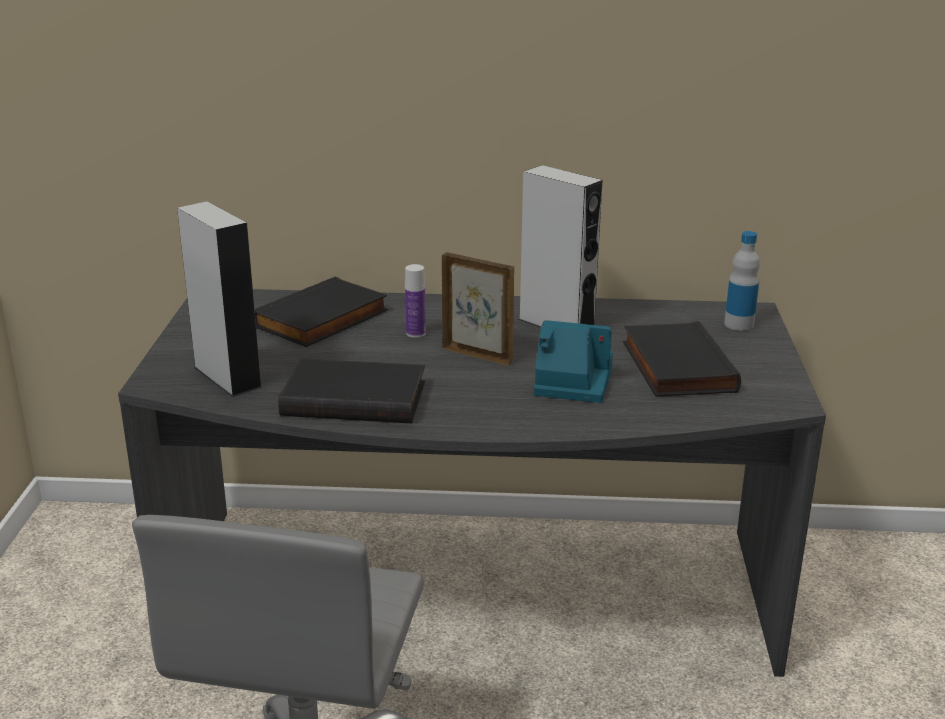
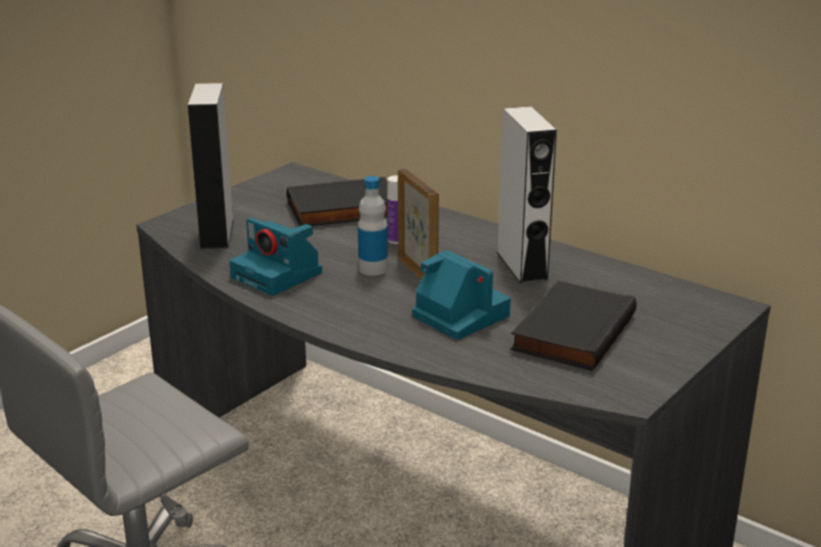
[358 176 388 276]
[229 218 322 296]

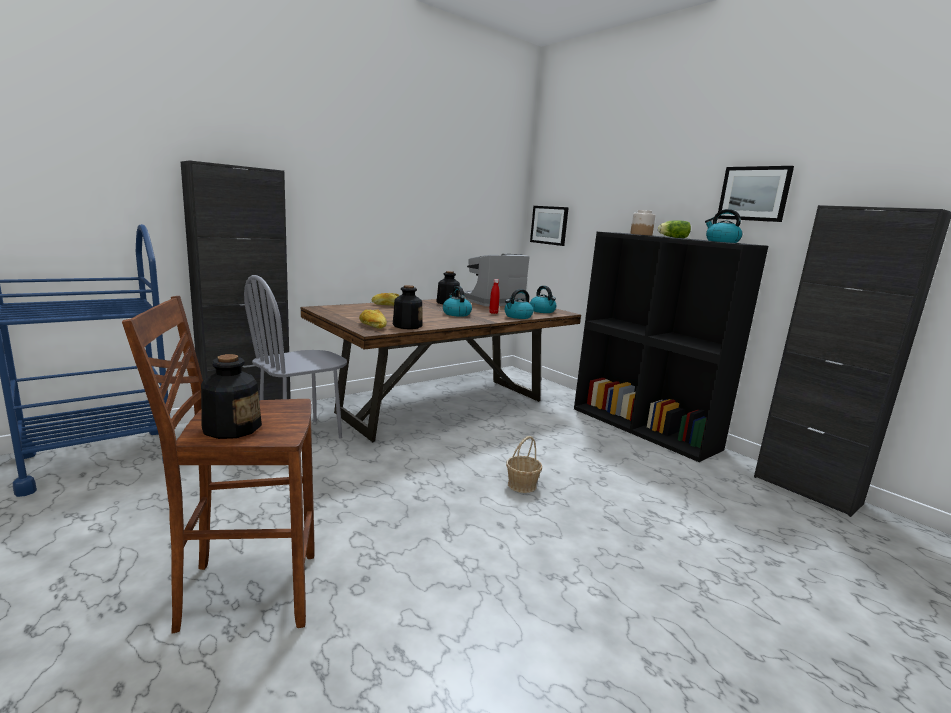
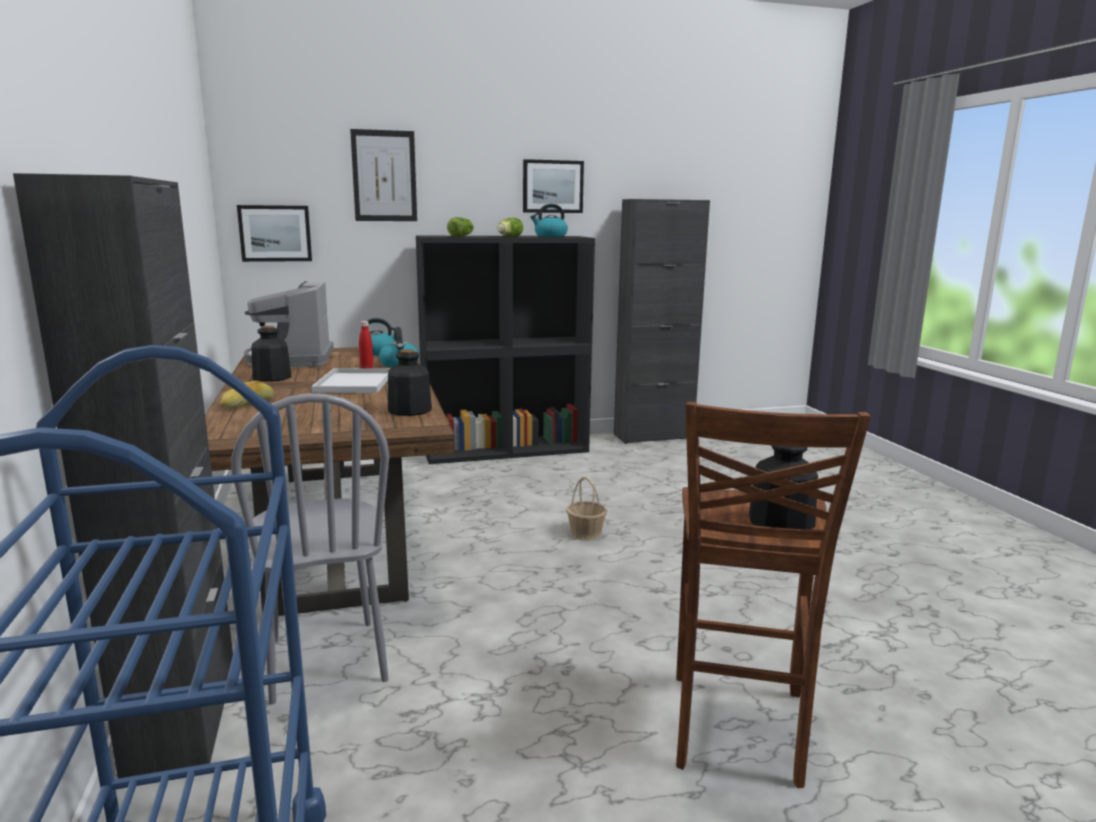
[359 310 387 329] (first image)
[350 129 417 221]
[311 368 389 393]
[447 217 474 237]

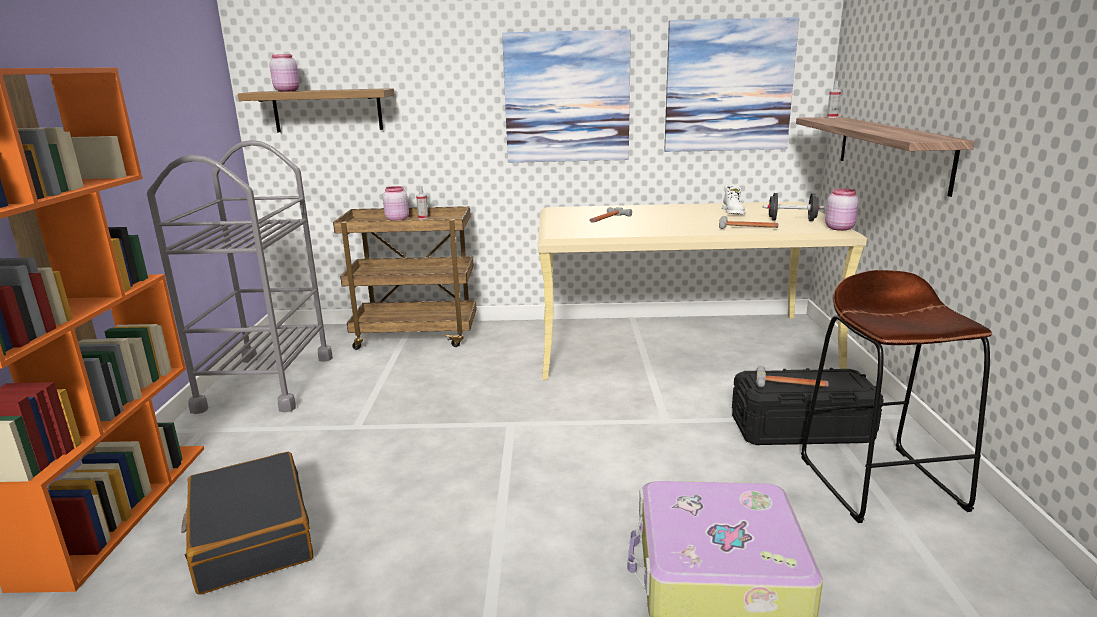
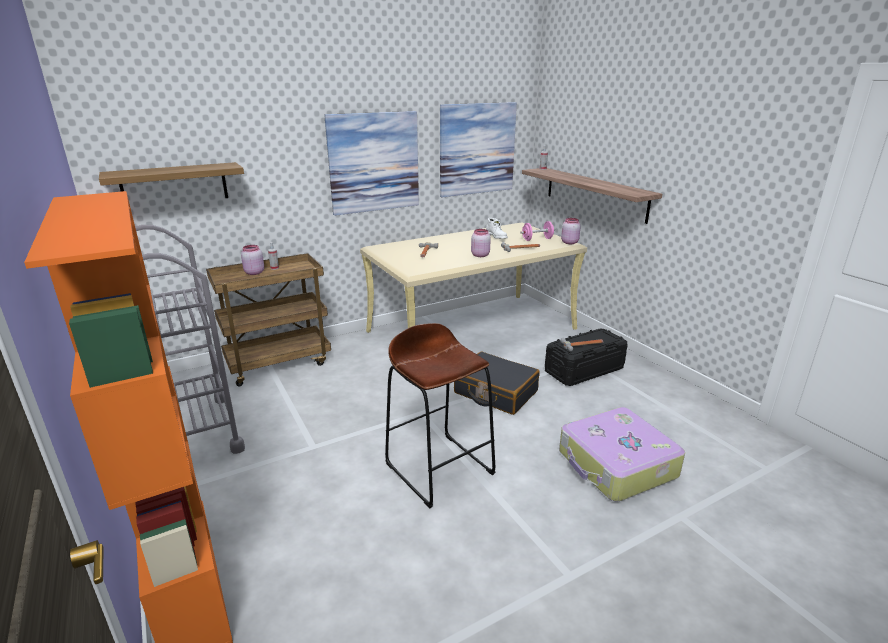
[454 352 540 415]
[471 229 491 257]
[385 323 495 508]
[521 221 555 241]

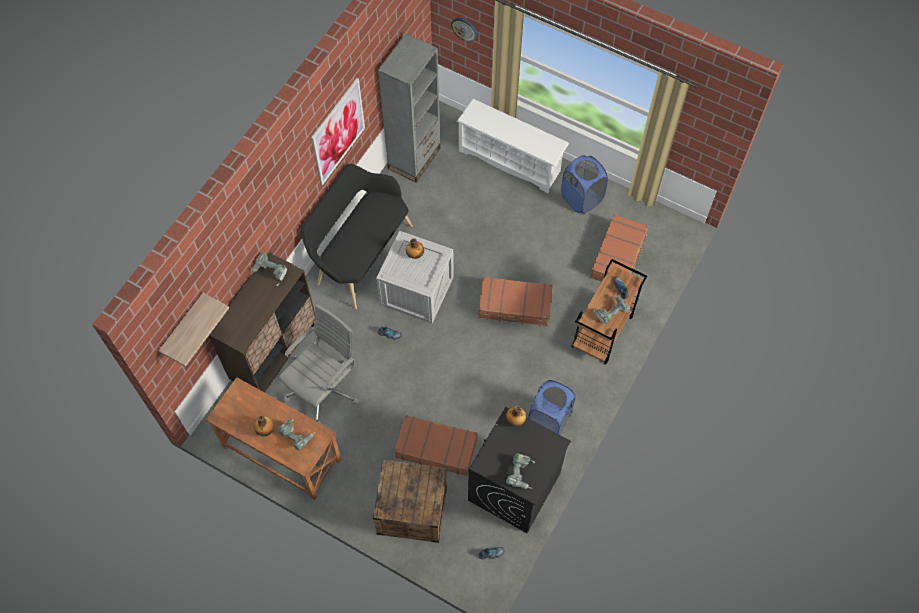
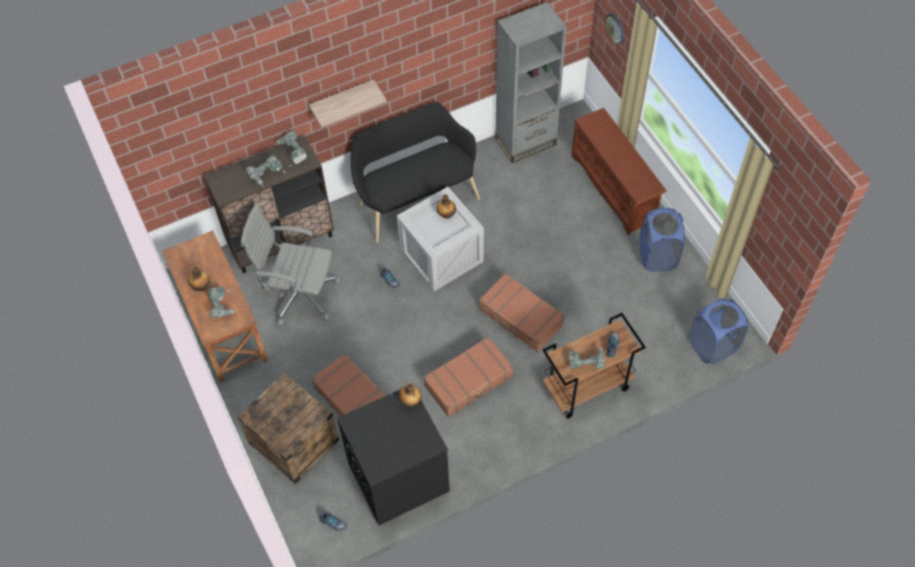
[311 78 365 185] (first image)
[309 79 387 128]
[246 155 286 187]
[690 298 748 364]
[423 336 513 417]
[571 108 667 235]
[241 203 341 326]

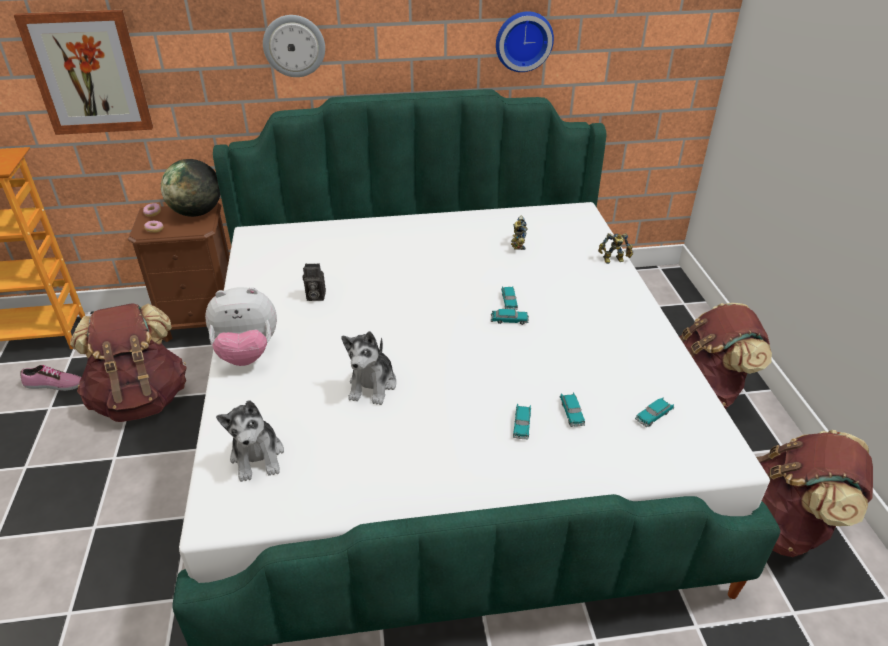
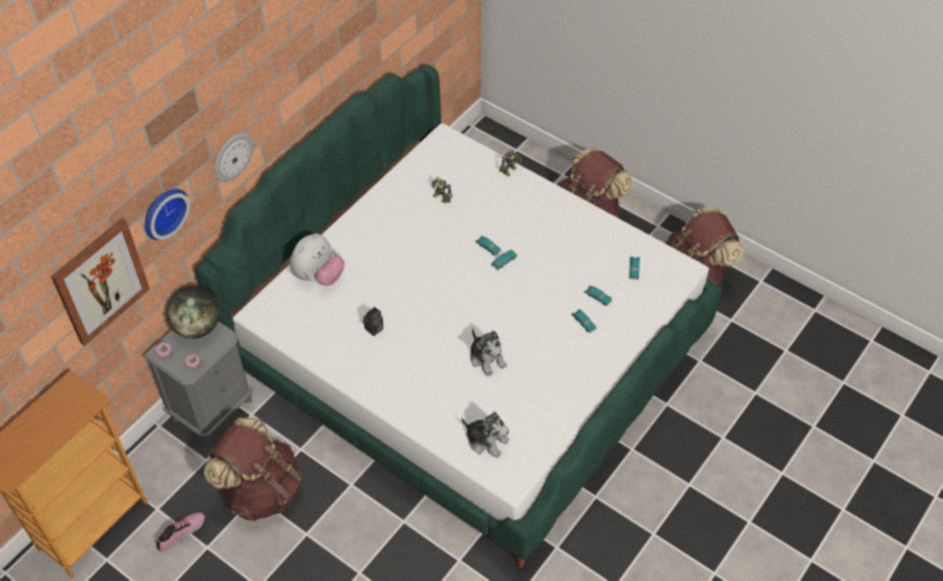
[290 233 345 286]
[145 189 190 240]
[144 321 252 443]

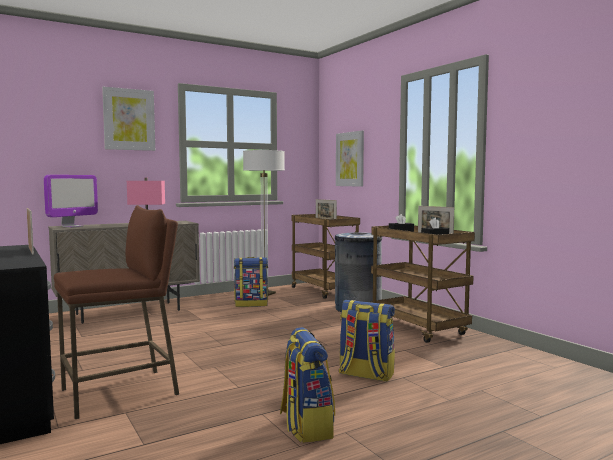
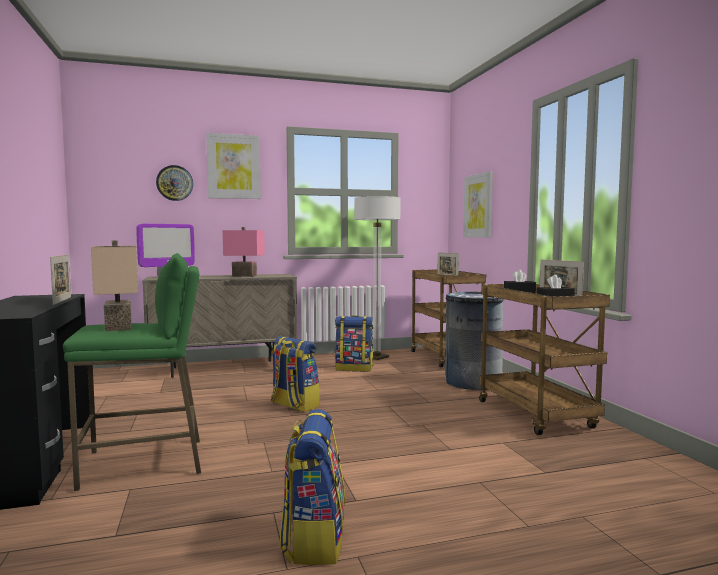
[91 240 138 331]
[156 165 193 201]
[271 336 320 412]
[63 253 201 491]

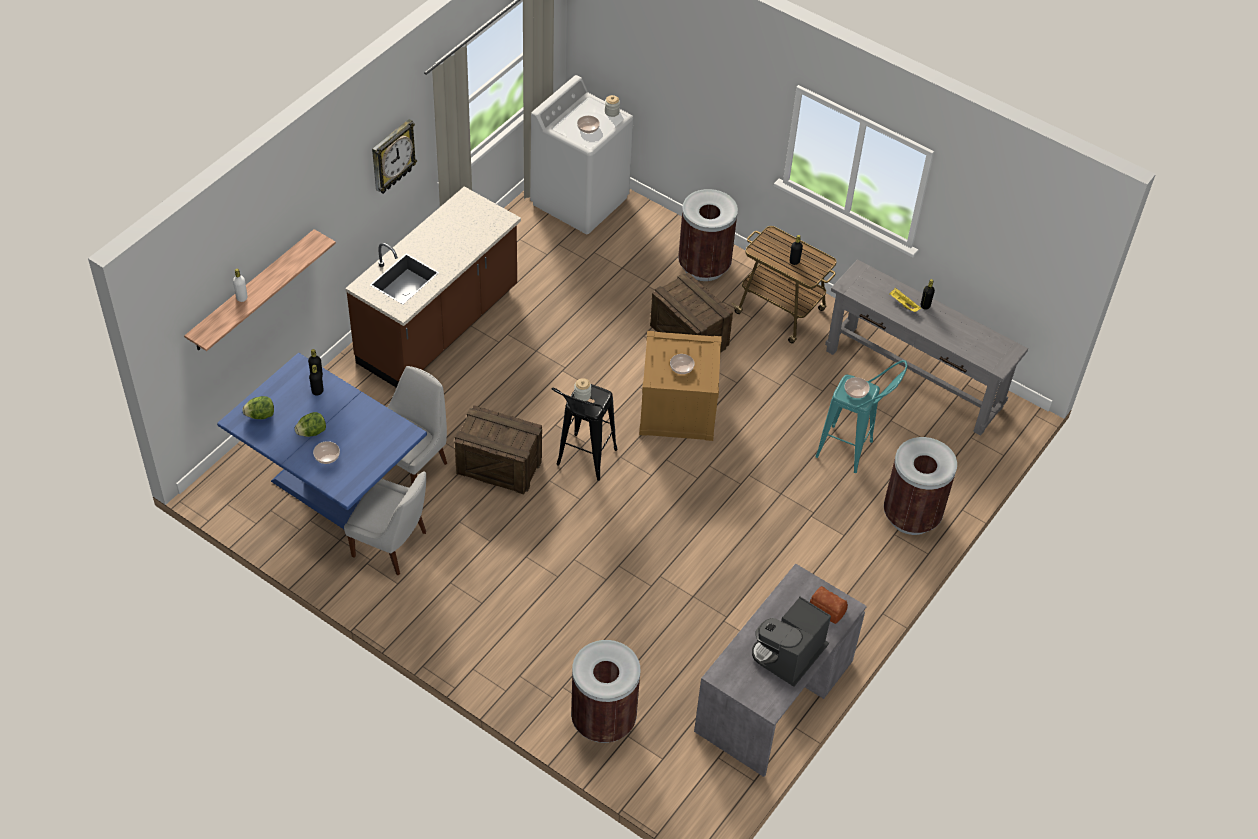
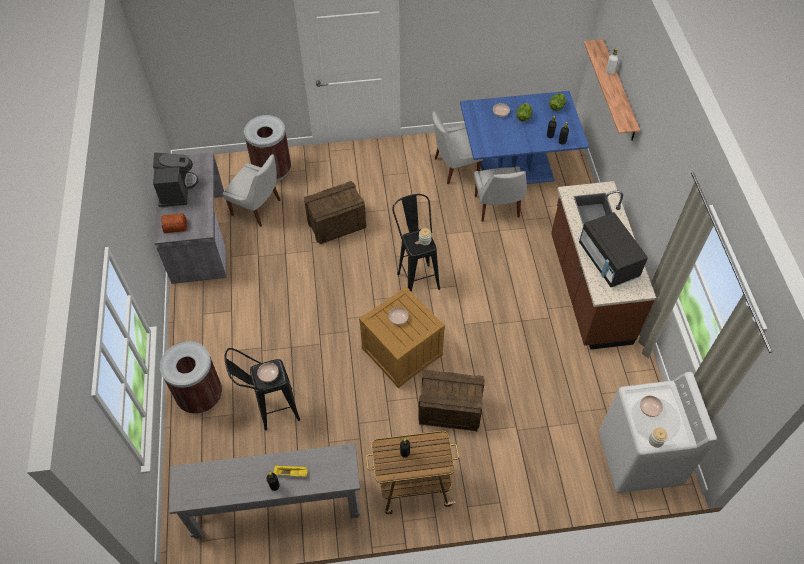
[372 119 417 194] (first image)
[678 189 738 281] (first image)
[222 154 281 227]
[579 212 648 287]
[304 181 366 244]
[225 348 300 430]

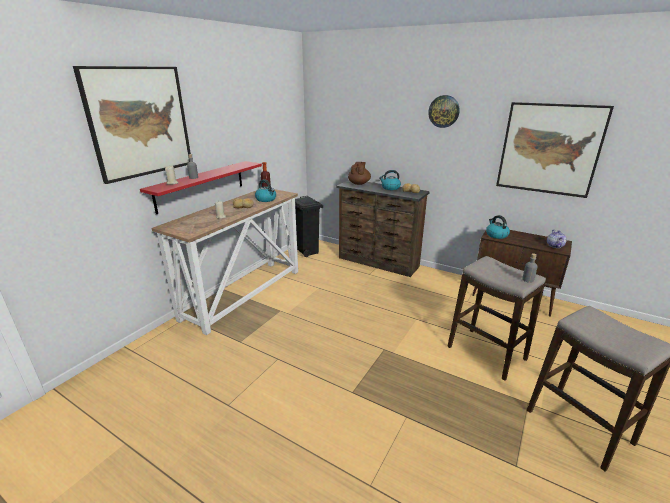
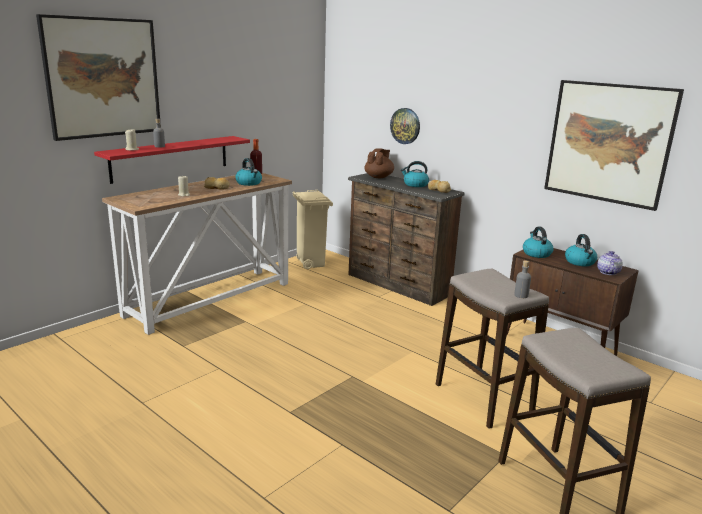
[565 234 597 266]
[390 108 420 144]
[293 190 333 269]

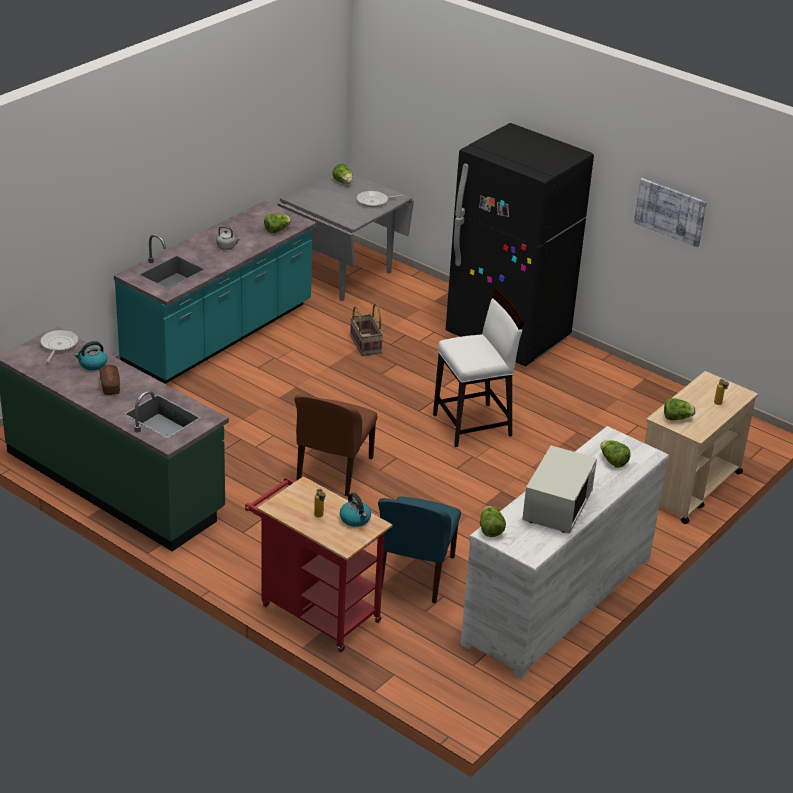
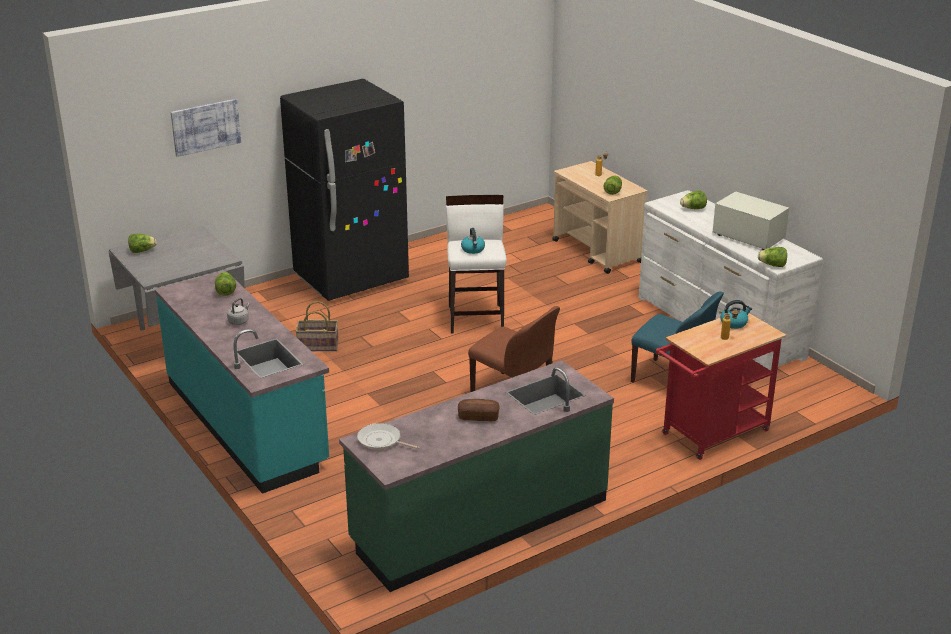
[357 191 404 207] (first image)
[461 228 485 254]
[171 99 241 157]

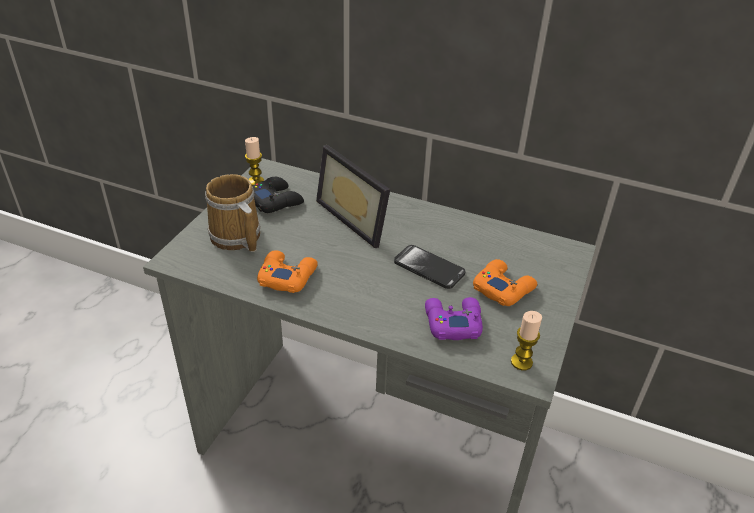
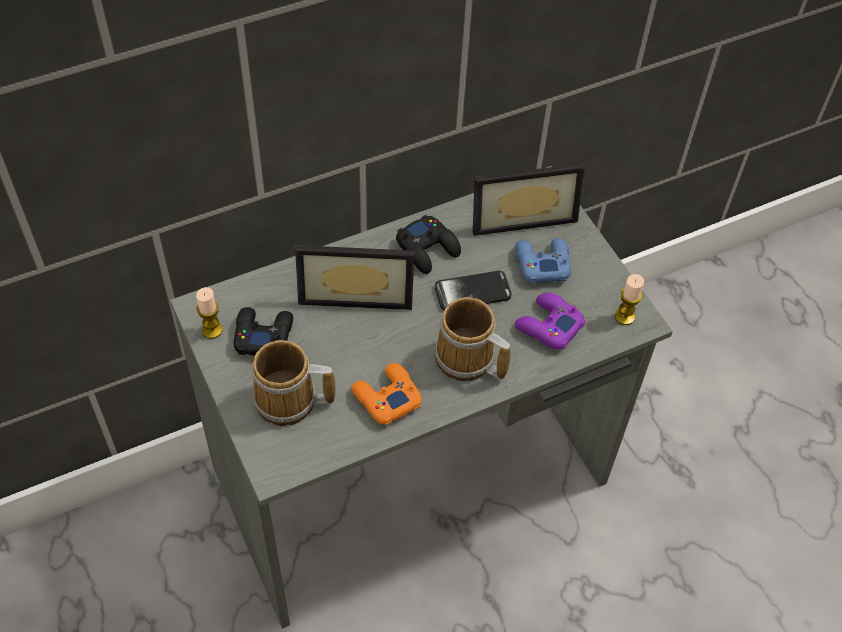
[396 215 461 274]
[435 297 511 381]
[473 163 585 236]
[515 238 571 284]

